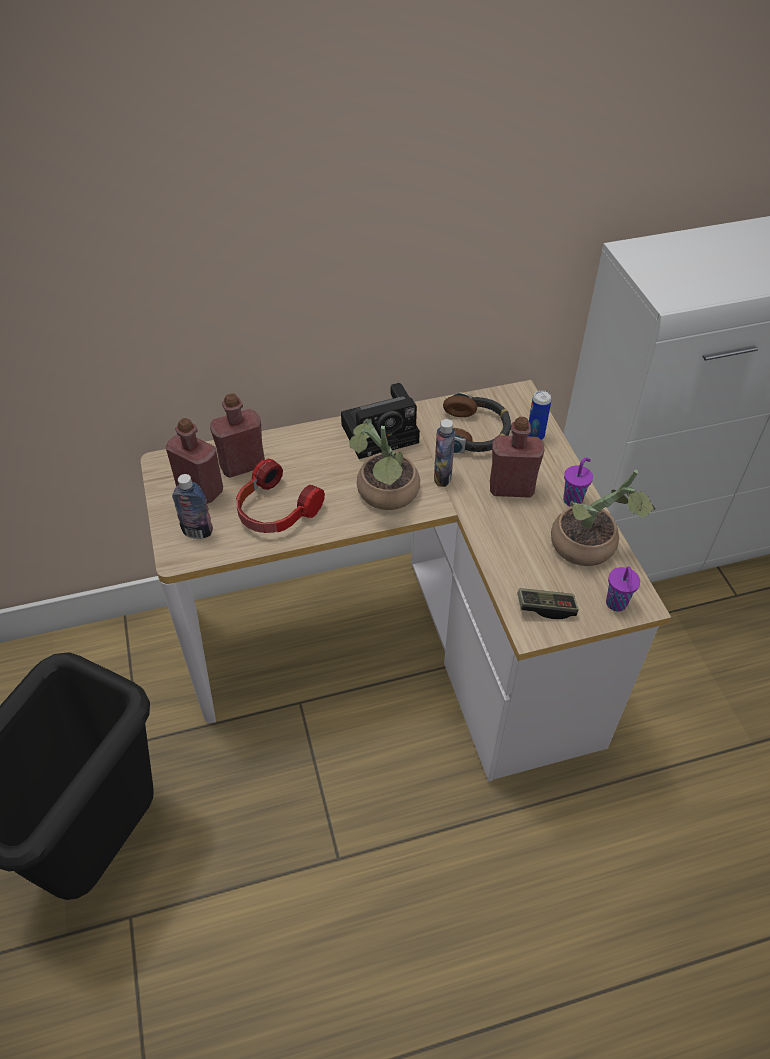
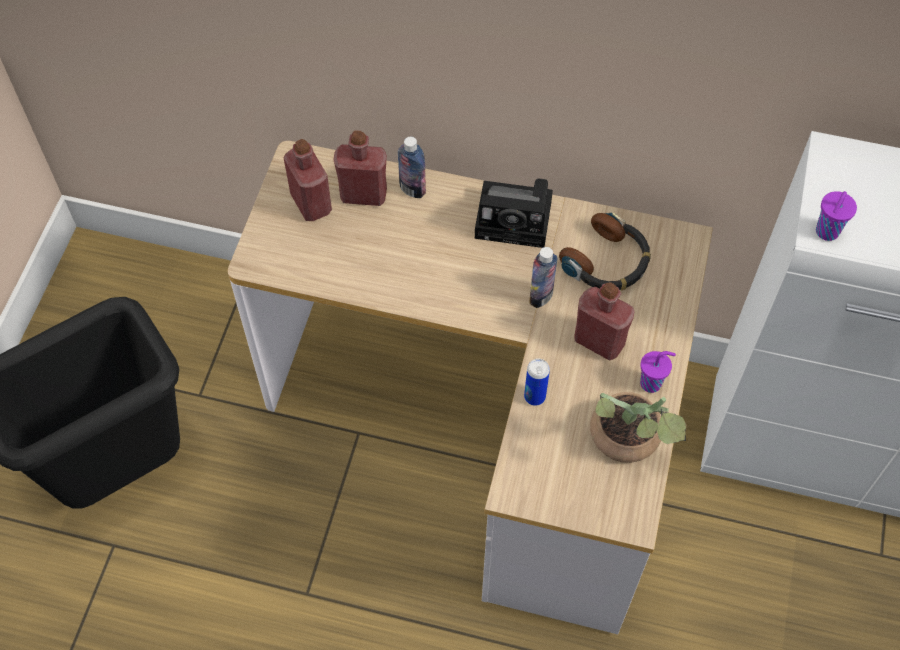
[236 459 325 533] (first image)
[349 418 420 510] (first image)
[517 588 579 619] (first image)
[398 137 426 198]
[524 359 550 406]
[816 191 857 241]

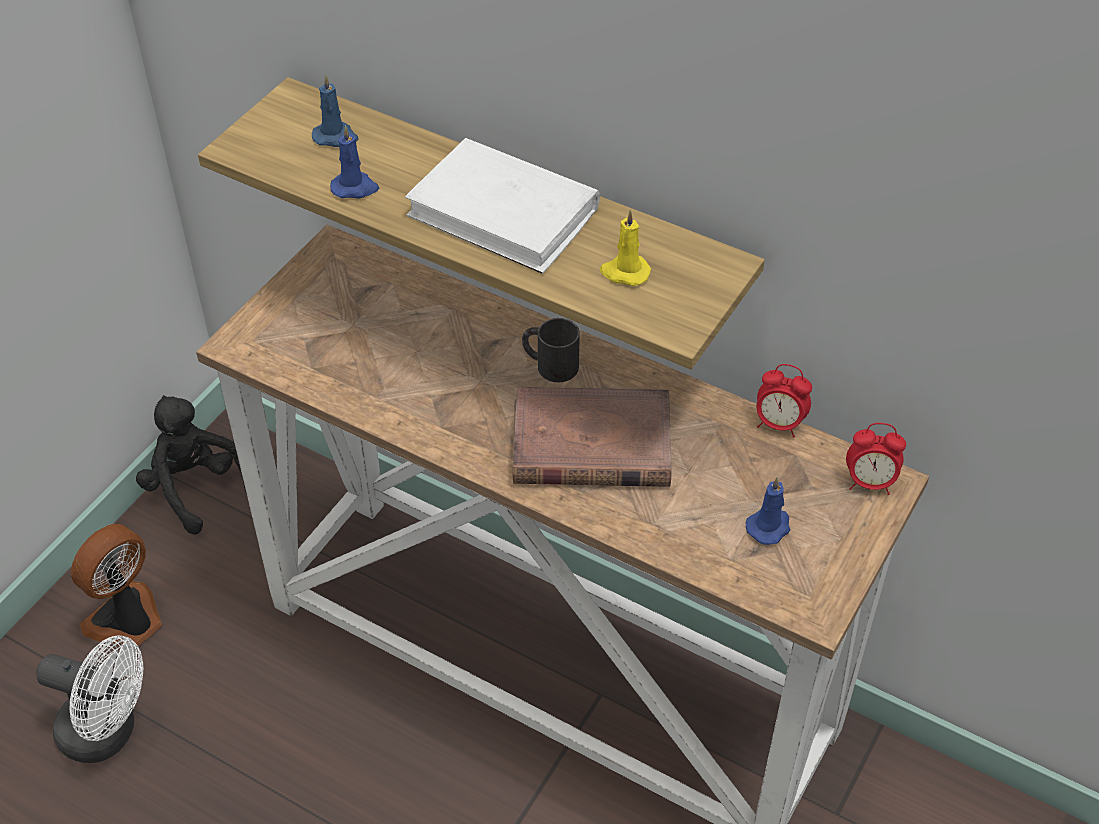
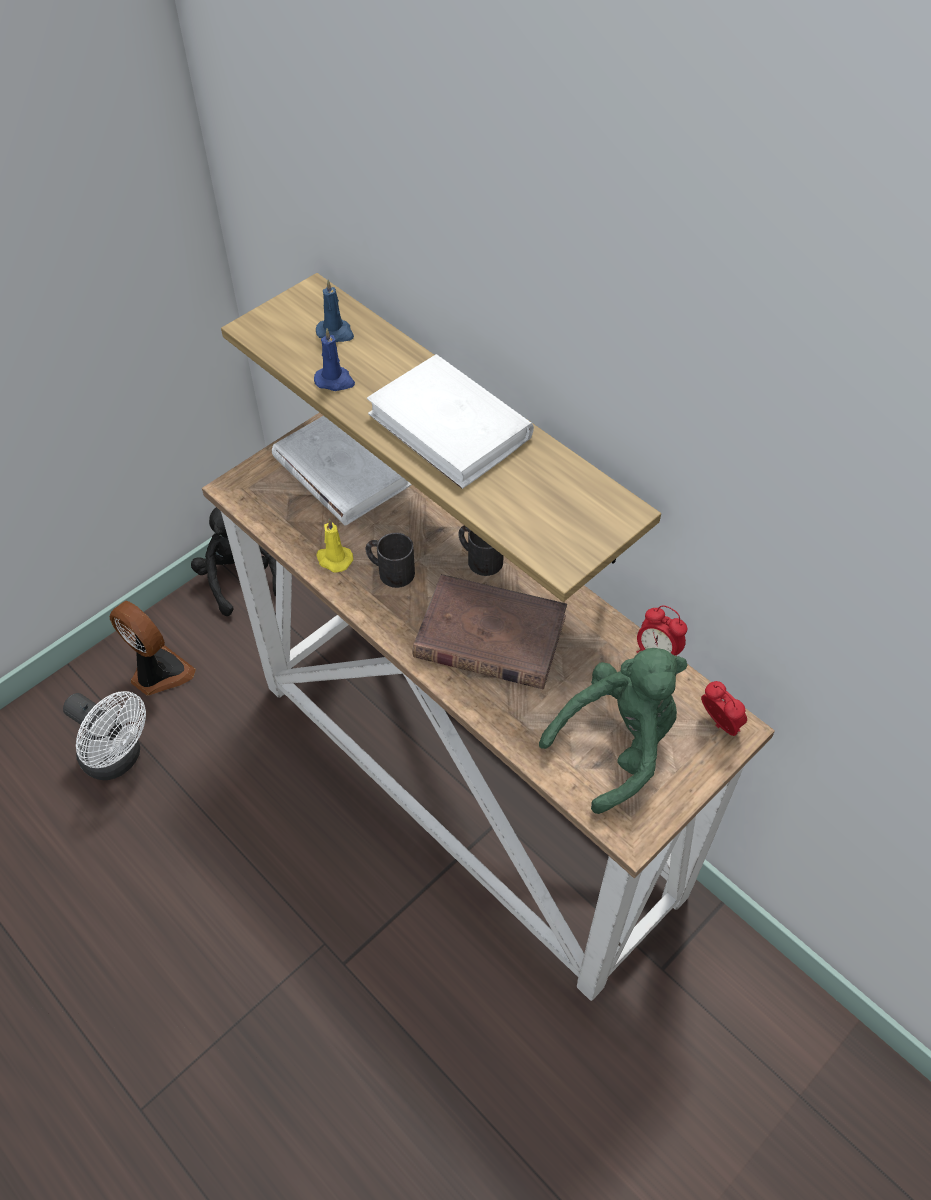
[272 416 412 526]
[366 533 415 588]
[317 519 353 573]
[539 648 688 814]
[109 601 196 696]
[701 681 747 736]

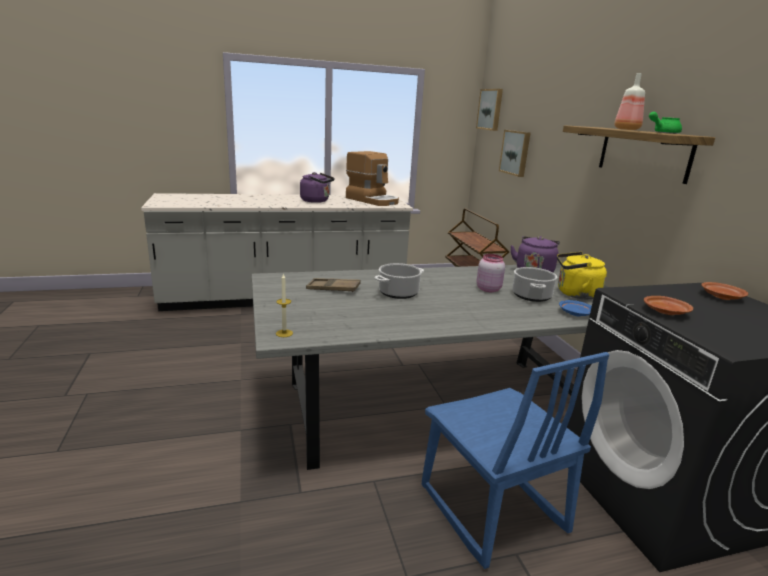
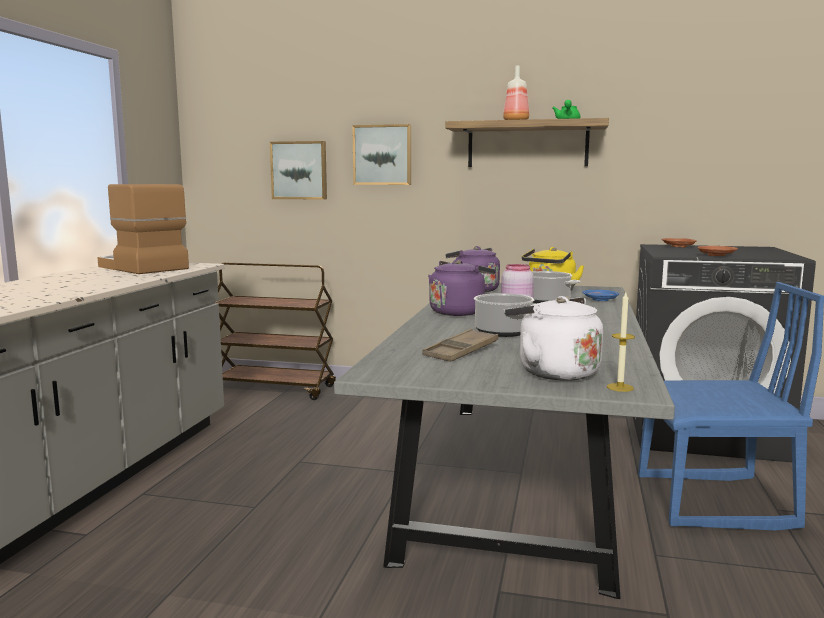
[505 296 603 381]
[428 259 496 316]
[352 124 411 185]
[97 184 189 274]

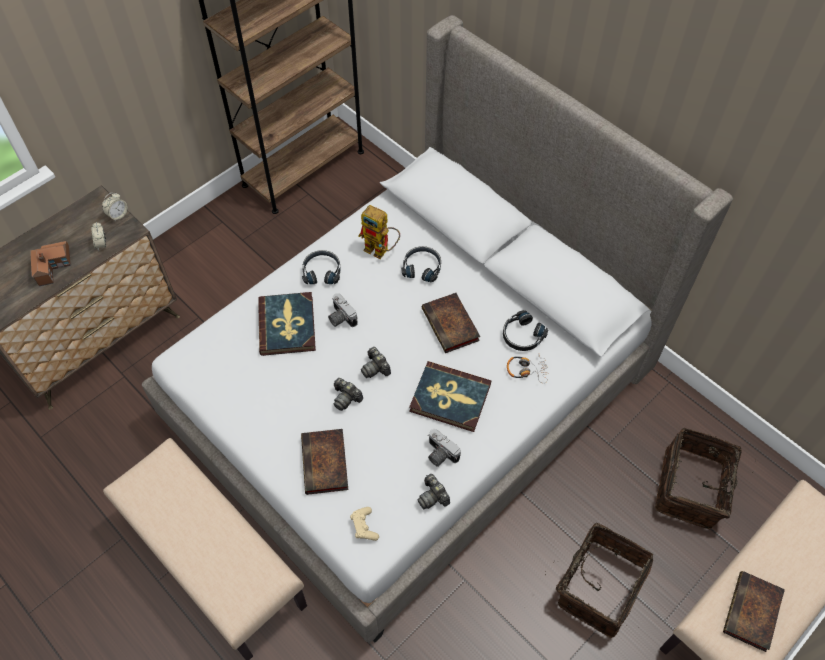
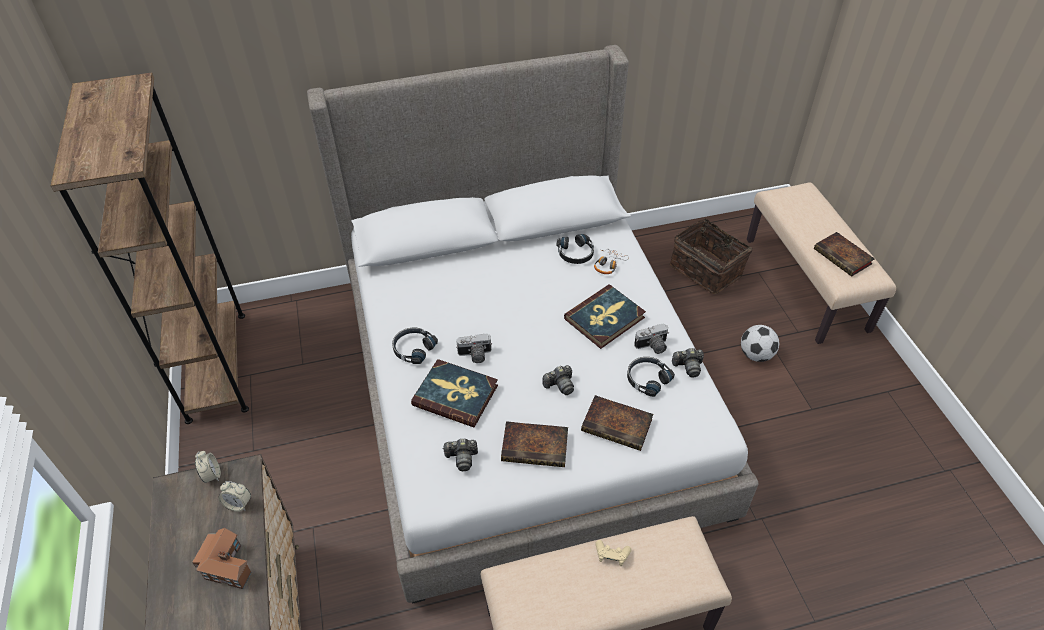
[358 205 400 259] (first image)
[596 540 632 566]
[442 439 478 471]
[627 357 675 397]
[501 421 568 467]
[741 325 779 362]

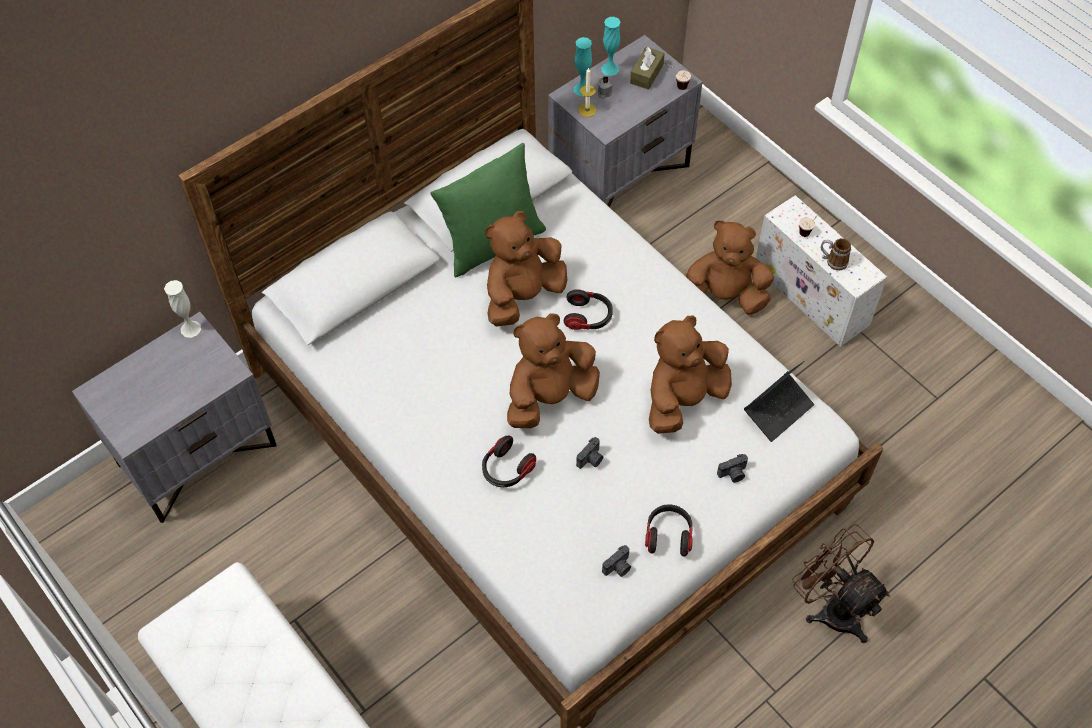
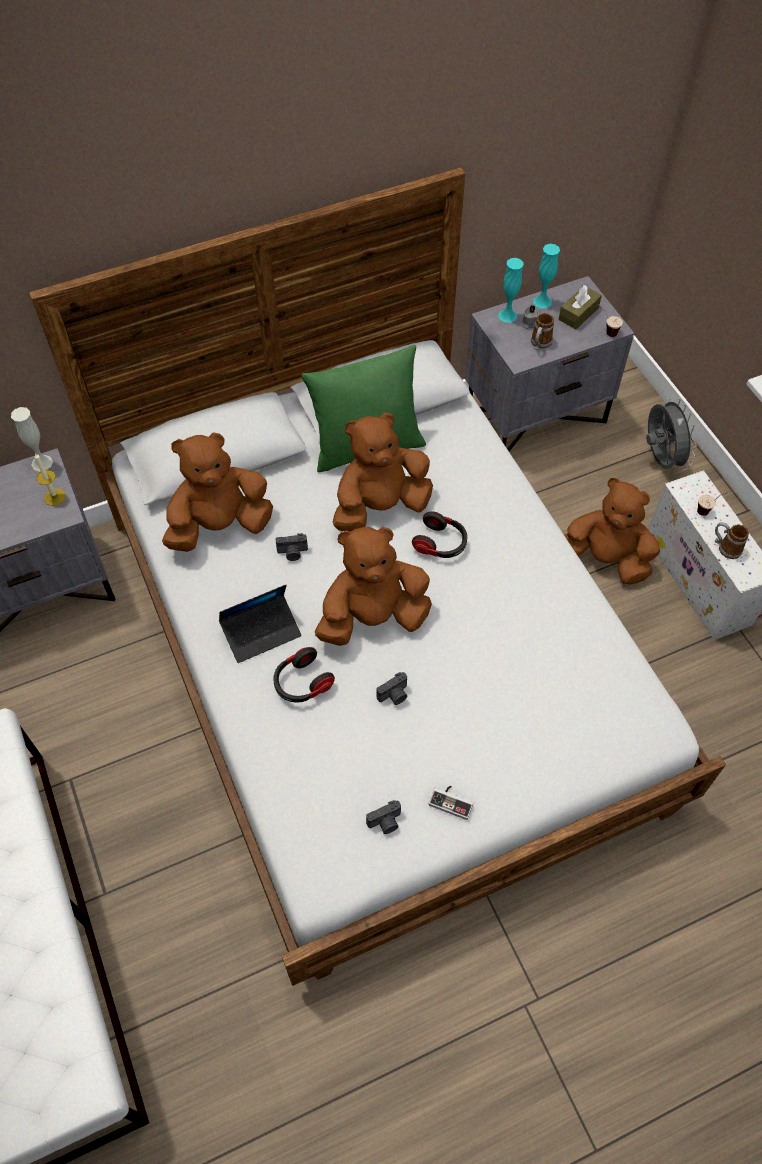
[793 524 890 643] (first image)
[531 313 554 350]
[646 398 697 470]
[35 453 66 506]
[162 432 273 552]
[276 533 308 561]
[219 585 301 663]
[428 785 474 820]

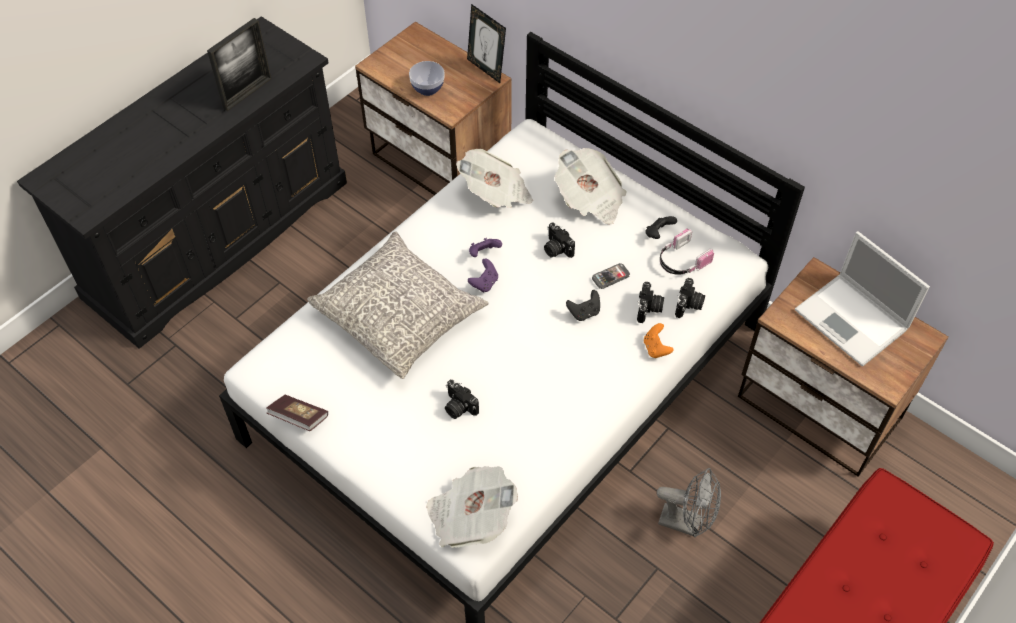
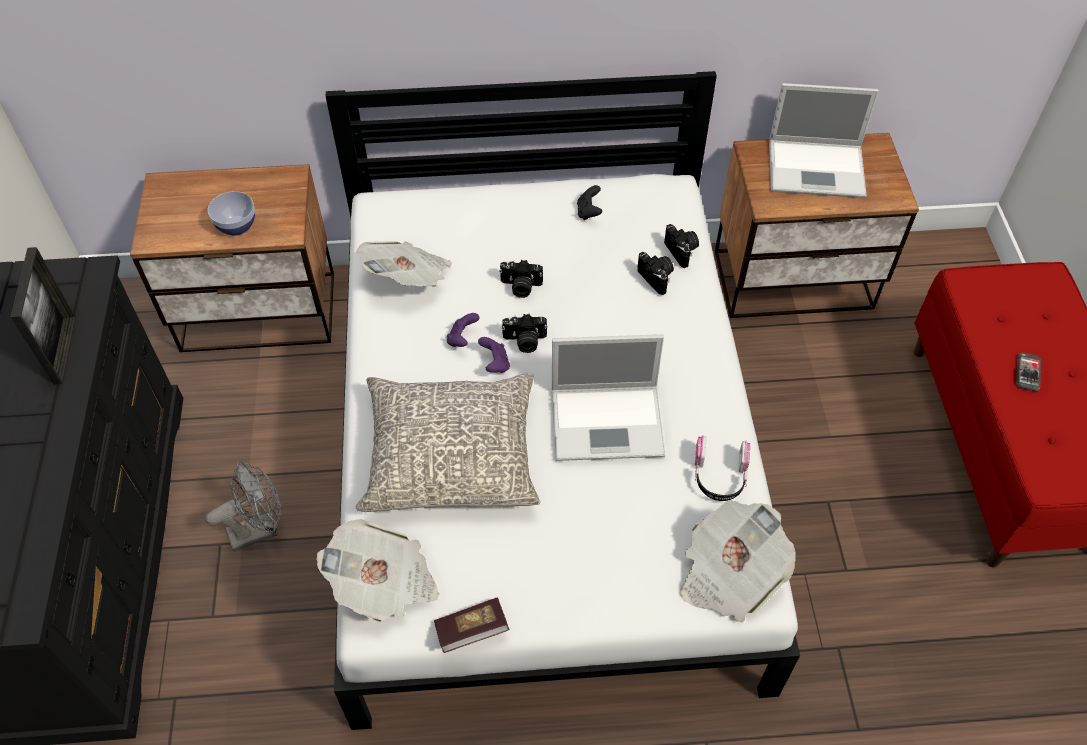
[467 4 506 83] (first image)
[566 290 600 321] (first image)
[644 323 674 358] (first image)
[552 334 665 461]
[502 314 548 353]
[316 519 439 622]
[1016 353 1041 391]
[206 461 281 552]
[695 435 750 501]

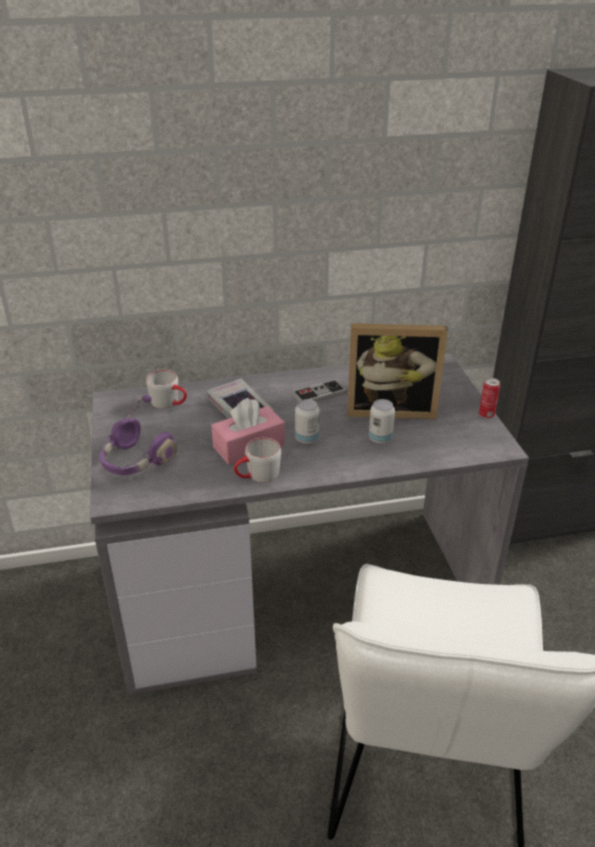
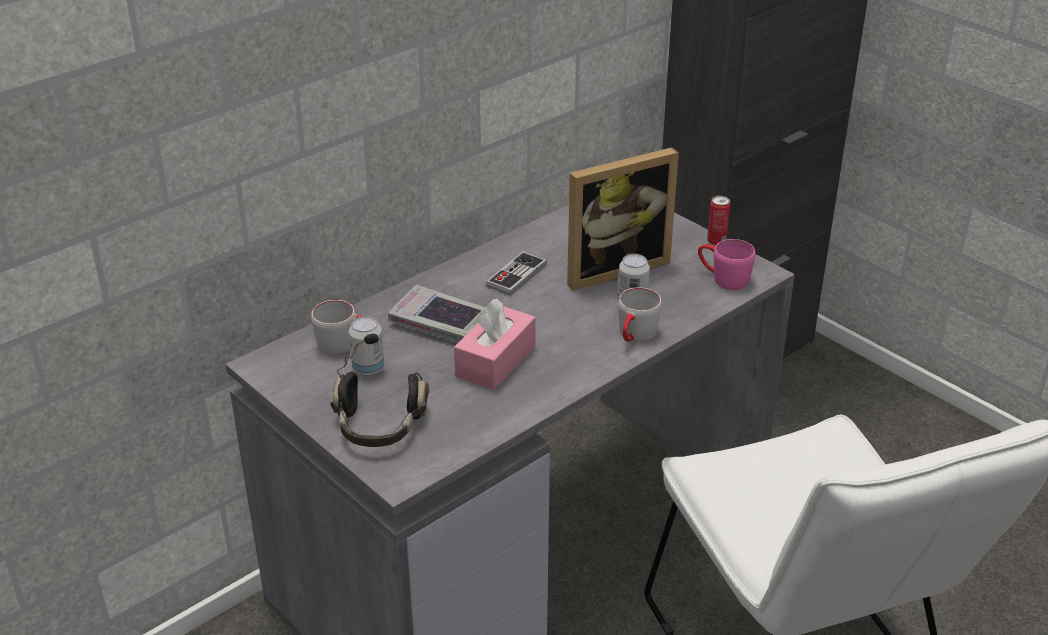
[698 239 756 290]
[618 287 662 342]
[349 316 384 376]
[330 334 429 447]

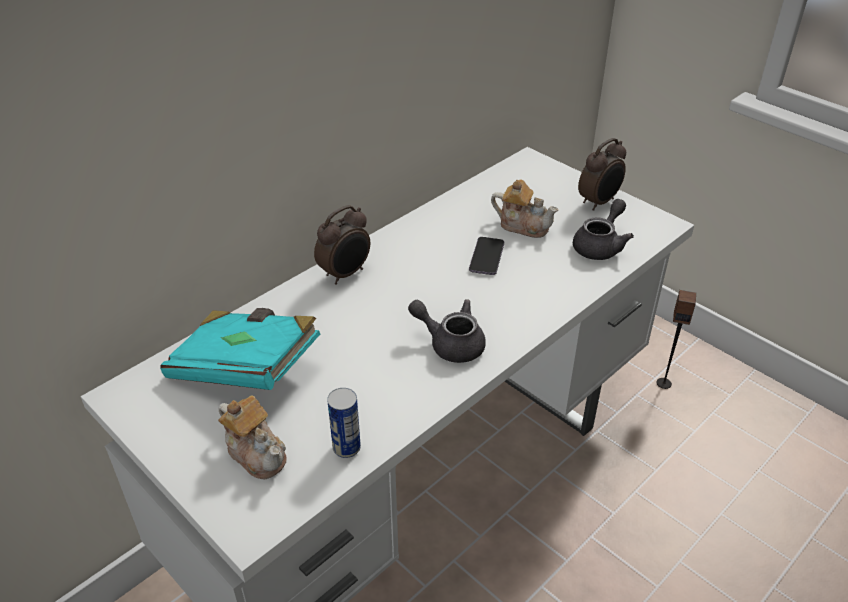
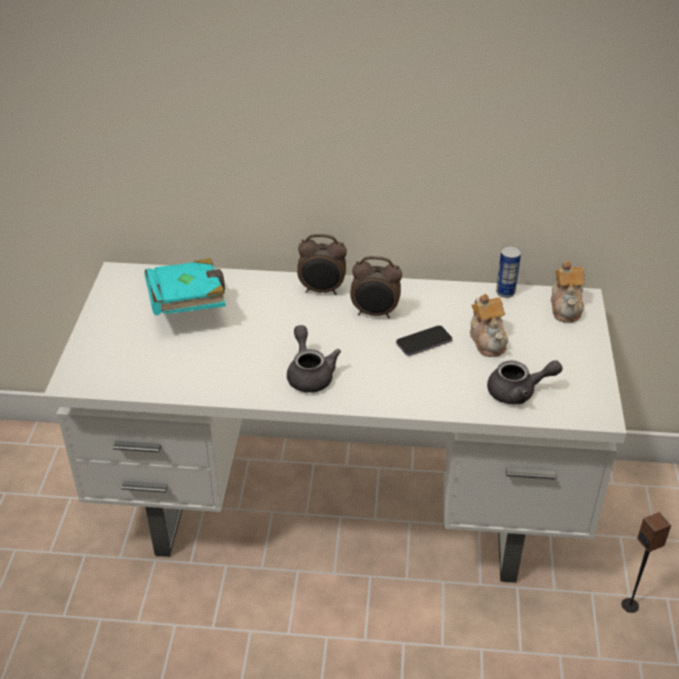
[551 261 585 323]
[496 246 521 298]
[350 256 402 318]

